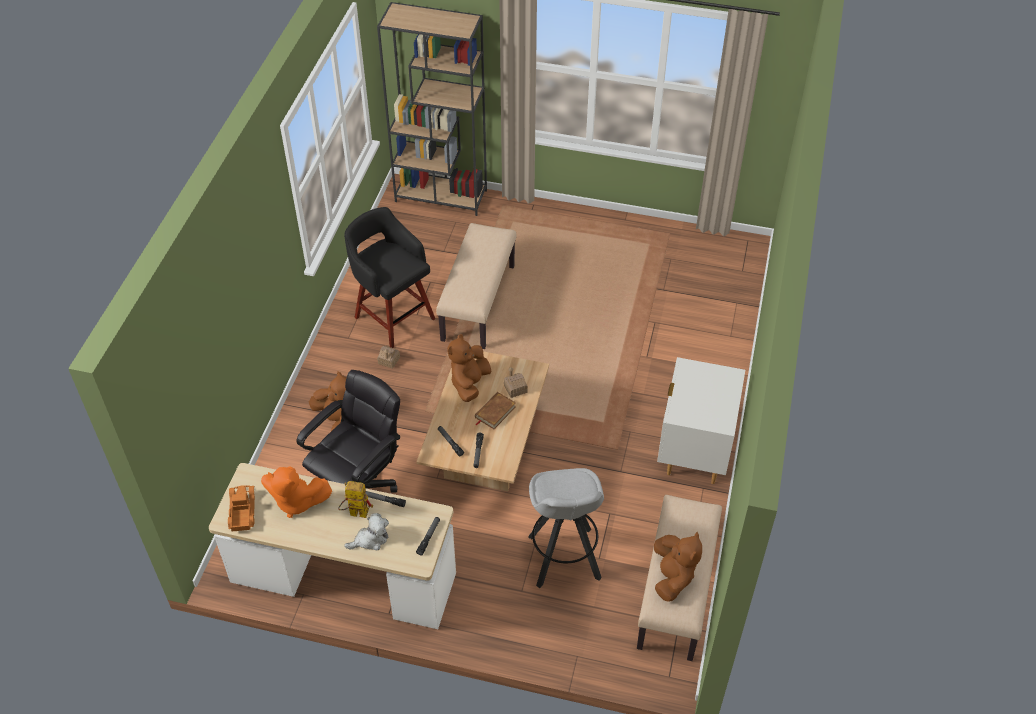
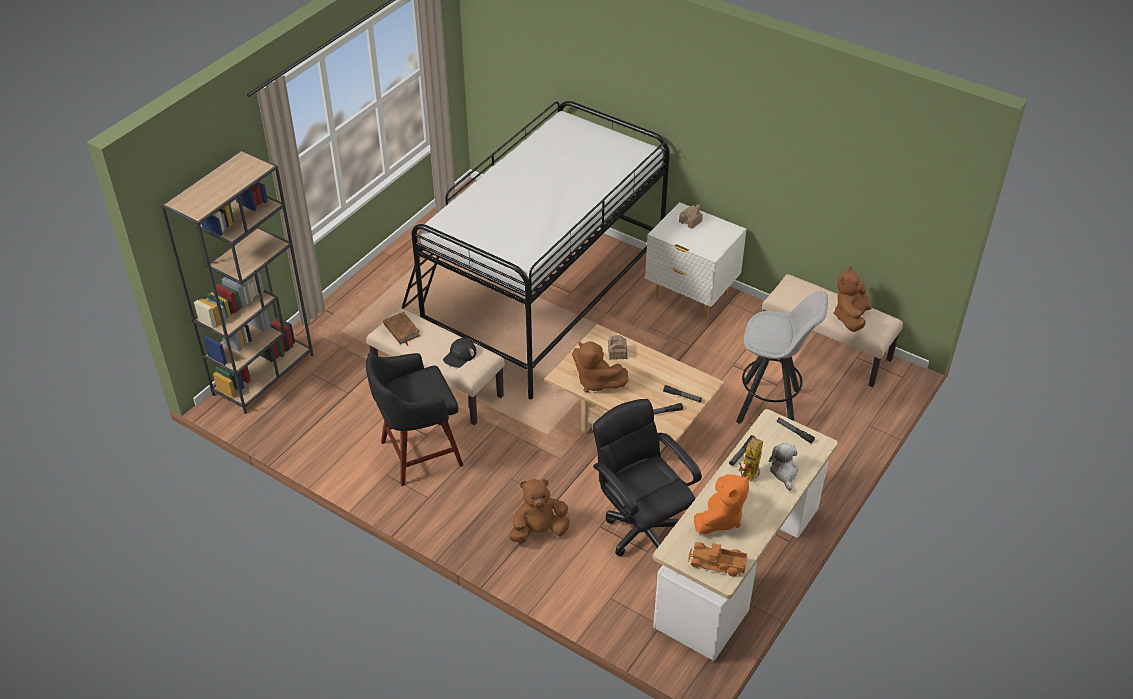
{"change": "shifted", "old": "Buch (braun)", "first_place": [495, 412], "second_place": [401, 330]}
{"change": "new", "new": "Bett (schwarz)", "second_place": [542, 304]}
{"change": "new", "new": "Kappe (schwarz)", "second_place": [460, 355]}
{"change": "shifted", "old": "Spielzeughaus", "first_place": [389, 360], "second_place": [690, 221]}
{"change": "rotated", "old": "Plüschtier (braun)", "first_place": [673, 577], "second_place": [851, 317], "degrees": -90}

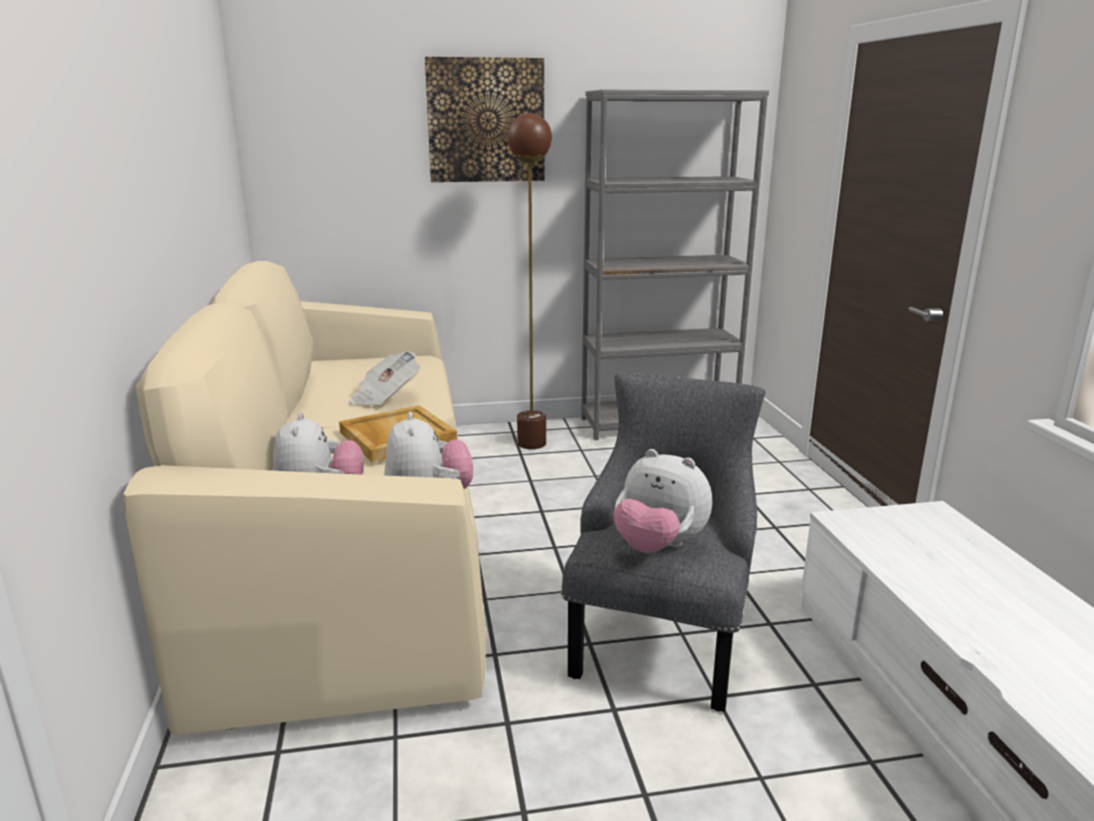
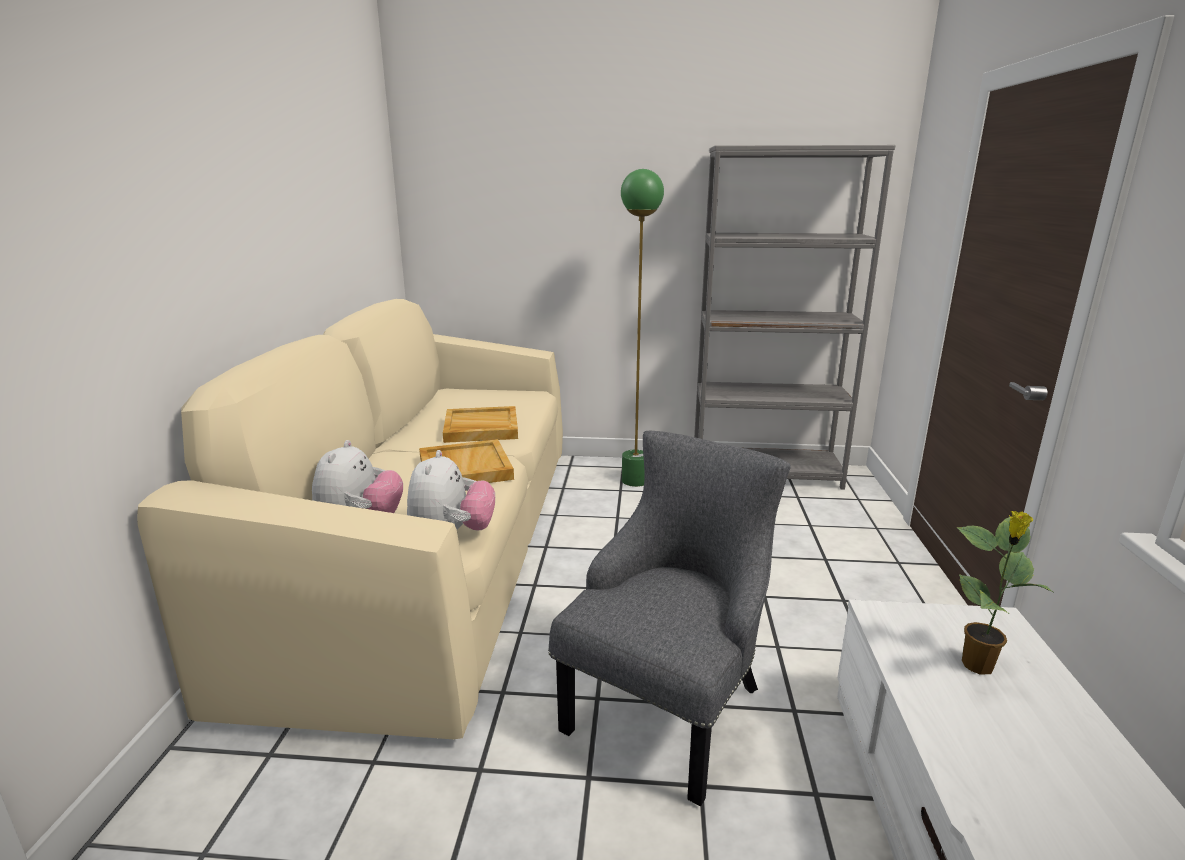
{"change": "swapped", "old": "Zeitung", "new": "Tablett (beige)", "first_place": [385, 397], "second_place": [480, 428]}
{"change": "repainted", "old": "Stehlampe (braun)", "new": "Stehlampe (grün)", "first_place": [532, 443], "second_place": [635, 481]}
{"change": "new", "new": "Topfpflanze", "second_place": [978, 666]}
{"change": "gone", "old": "Bild", "first_place": [486, 120]}
{"change": "gone", "old": "Plüschtier", "first_place": [658, 546]}

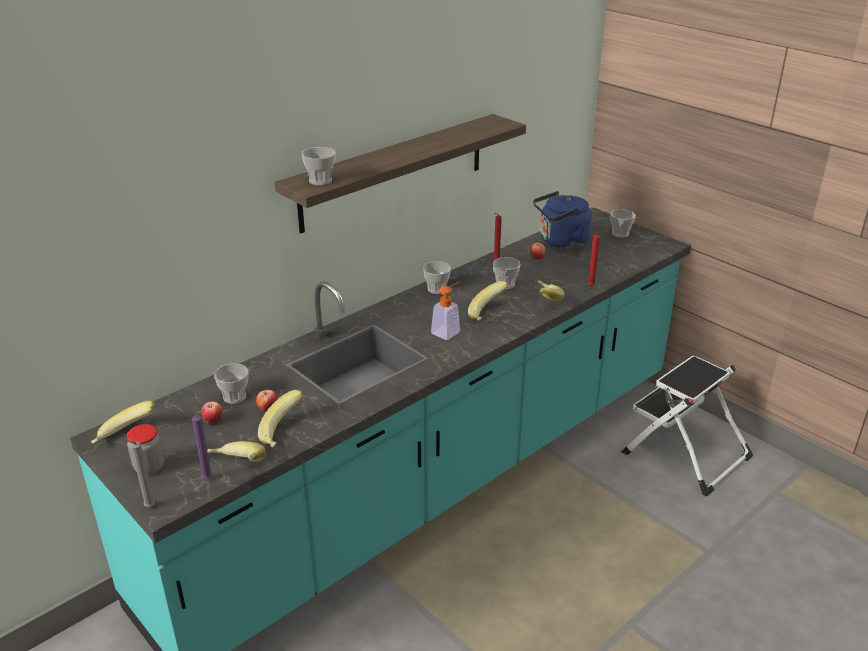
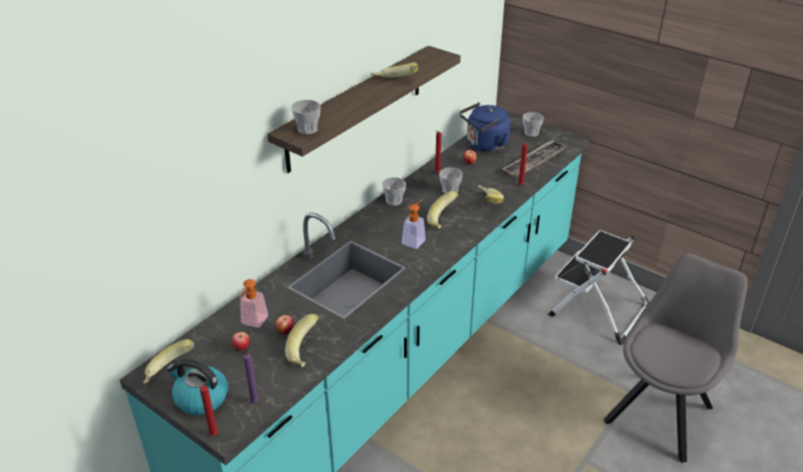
{"change": "swapped", "old": "Vorratsglas", "new": "Wasserkessel", "first_place": [149, 467], "second_place": [200, 398]}
{"change": "repainted", "old": "Kerze (grau)", "new": "Kerze (rot)", "first_place": [148, 507], "second_place": [212, 435]}
{"change": "swapped", "old": "Tasse", "new": "Seifenspender", "first_place": [234, 397], "second_place": [252, 323]}
{"change": "shifted", "old": "Banane", "first_place": [237, 466], "second_place": [394, 82]}
{"change": "new", "new": "Tablett", "second_place": [534, 163]}
{"change": "new", "new": "Stuhl (grau)", "second_place": [660, 414]}

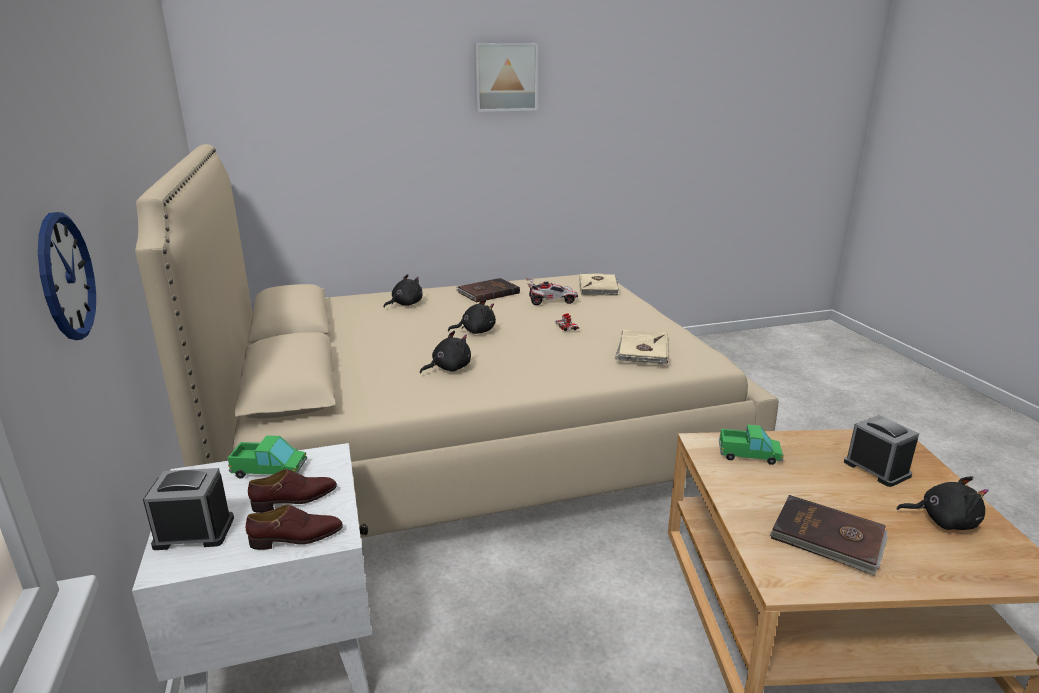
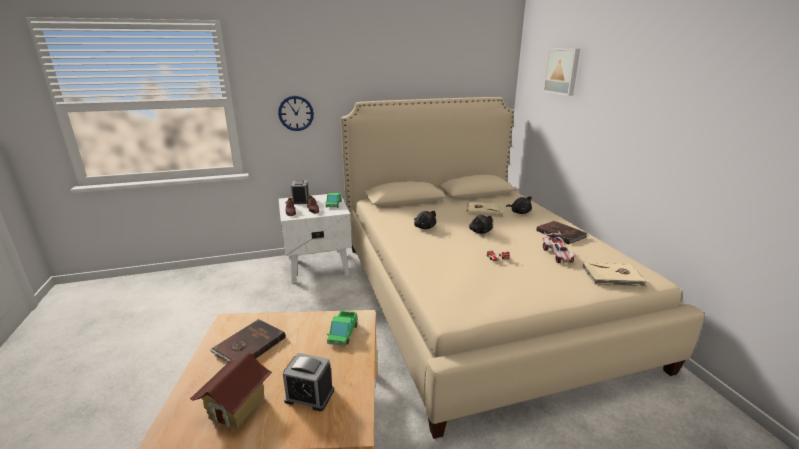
{"change": "swapped", "old": "Plüschtier (schwarz)", "new": "Spielzeughaus", "first_place": [943, 520], "second_place": [237, 408]}
{"change": "rotated", "old": "Wecker", "first_place": [876, 469], "second_place": [309, 395], "degrees": 45}
{"change": "shifted", "old": "Buch (beige)", "first_place": [642, 350], "second_place": [484, 211]}
{"change": "shifted", "old": "Bild", "first_place": [505, 77], "second_place": [562, 71]}

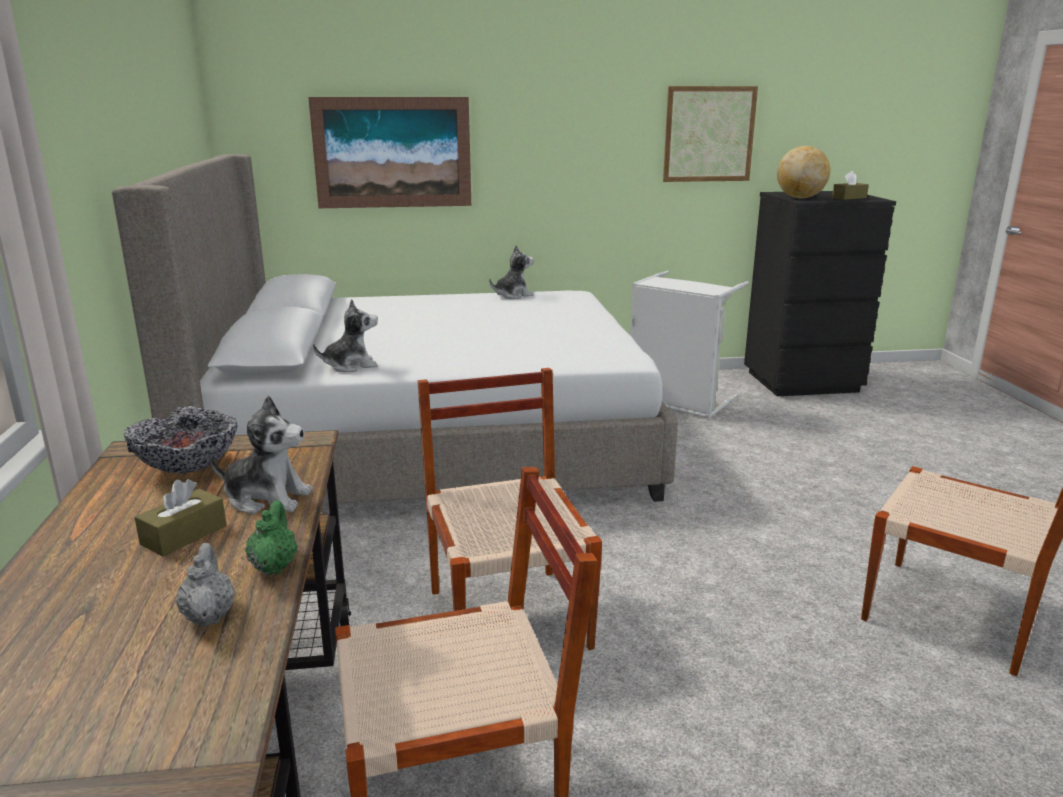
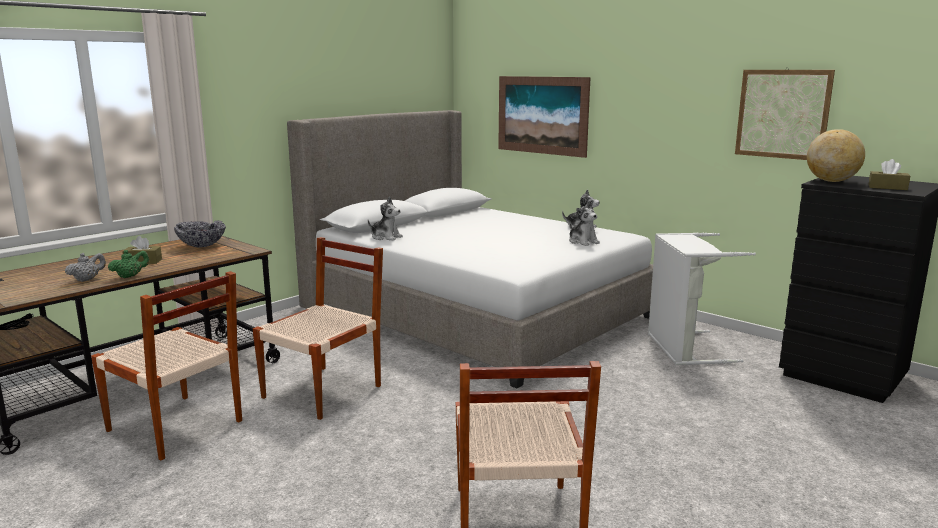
{"change": "shifted", "old": "Plüschtier", "first_place": [267, 498], "second_place": [583, 242]}

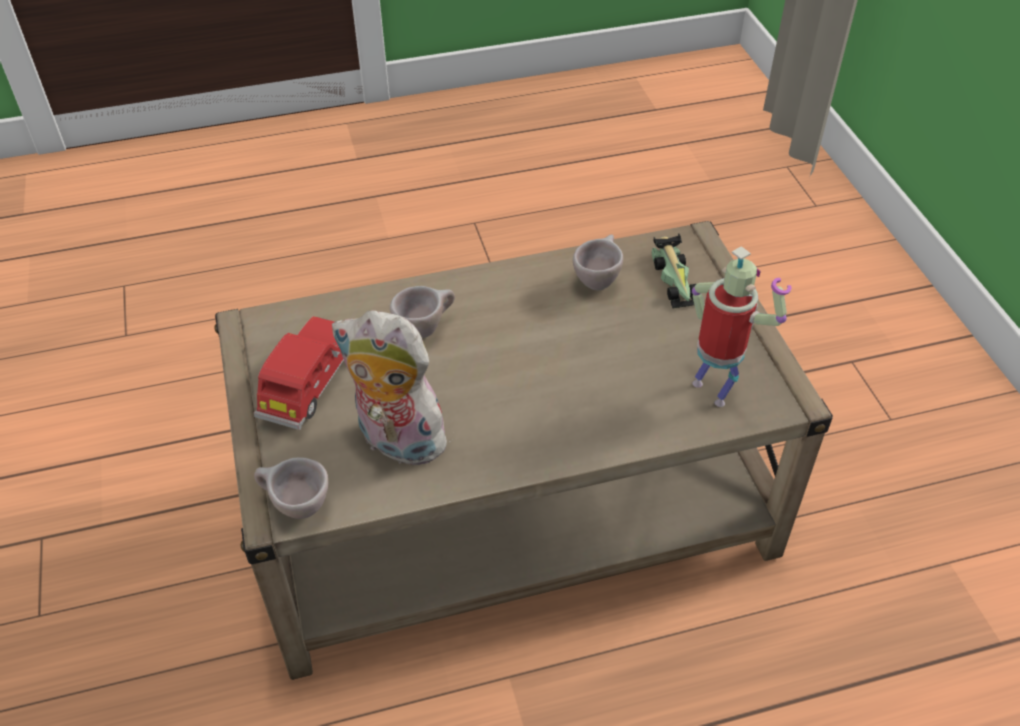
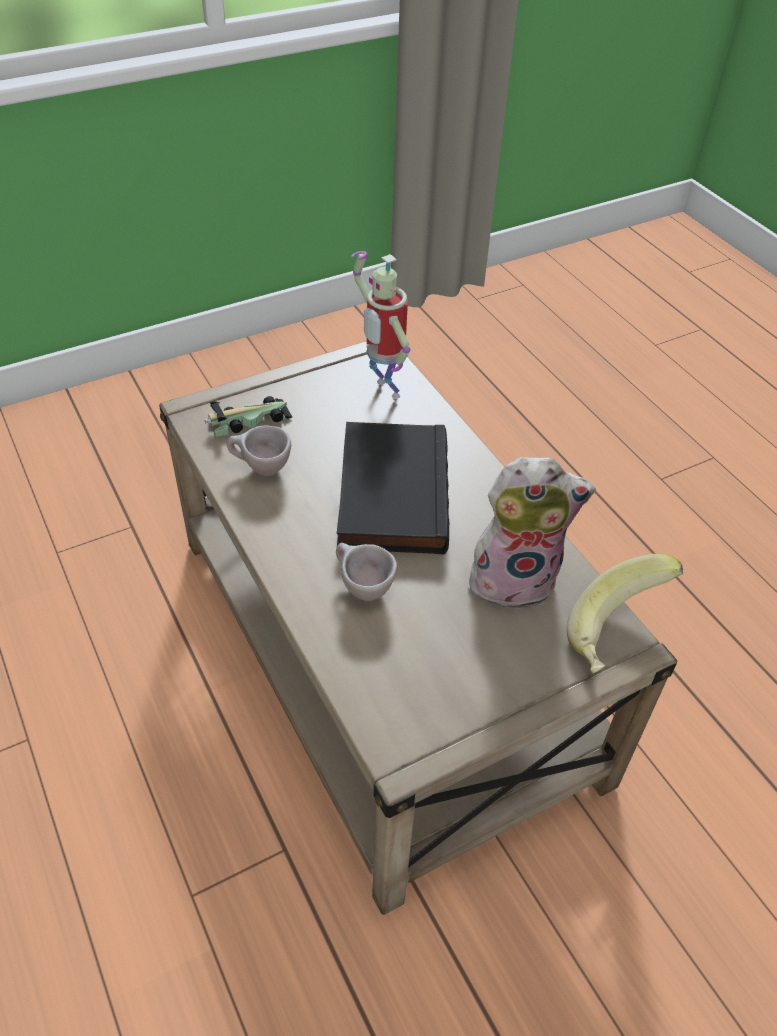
{"change": "new", "new": "Buch (schwarz)", "second_place": [389, 492]}
{"change": "rotated", "old": "Spielzeugroboter", "first_place": [714, 390], "second_place": [383, 390], "degrees": -75}
{"change": "rotated", "old": "Plüschtier", "first_place": [396, 442], "second_place": [514, 578], "degrees": -105}
{"change": "swapped", "old": "Tasse (beige)", "new": "Banane", "first_place": [294, 506], "second_place": [618, 634]}
{"change": "gone", "old": "Spielzeugauto (rot)", "first_place": [310, 383]}

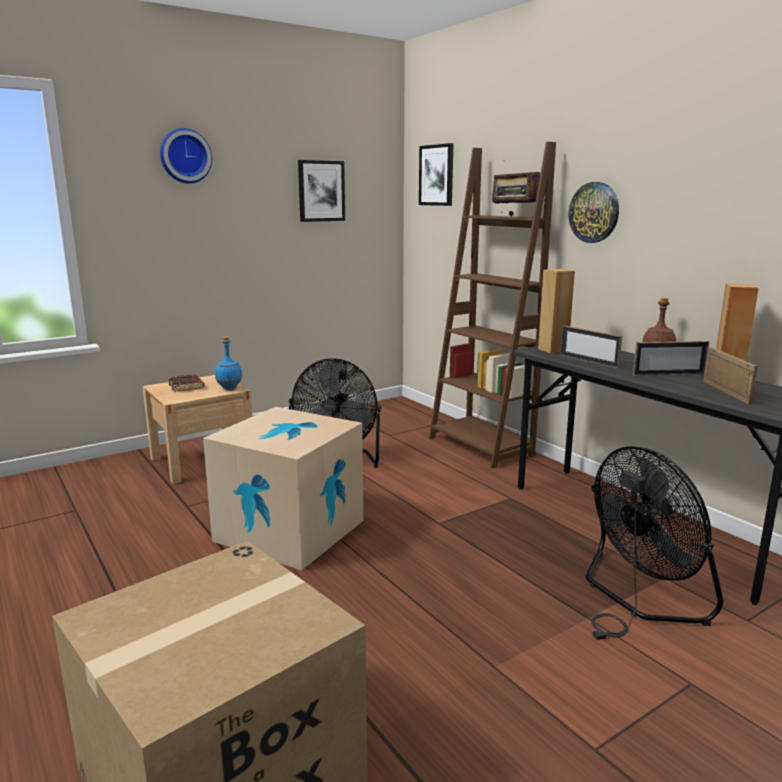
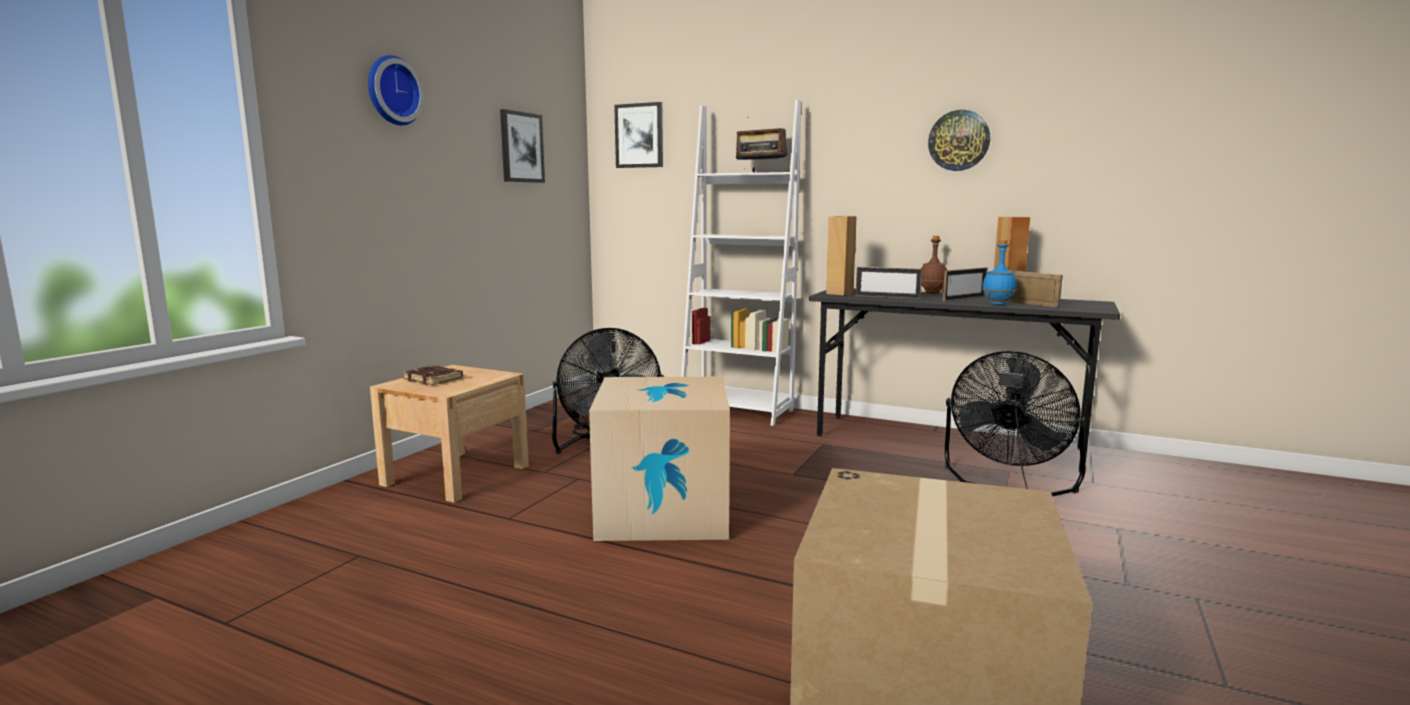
{"change": "repainted", "old": "Bücherregal (braun)", "new": "Bücherregal (weiß)", "first_place": [480, 446], "second_place": [736, 411]}
{"change": "shifted", "old": "Wanduhr", "first_place": [594, 212], "second_place": [959, 140]}
{"change": "shifted", "old": "Flasche (blau)", "first_place": [230, 389], "second_place": [998, 304]}

